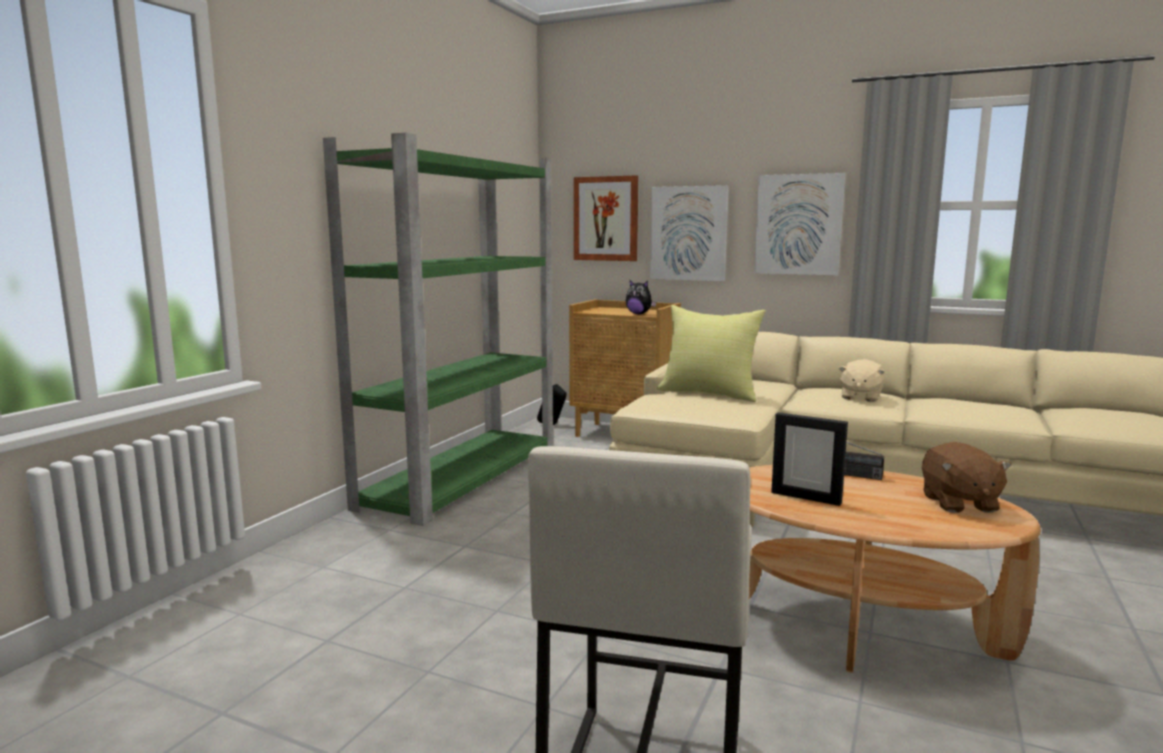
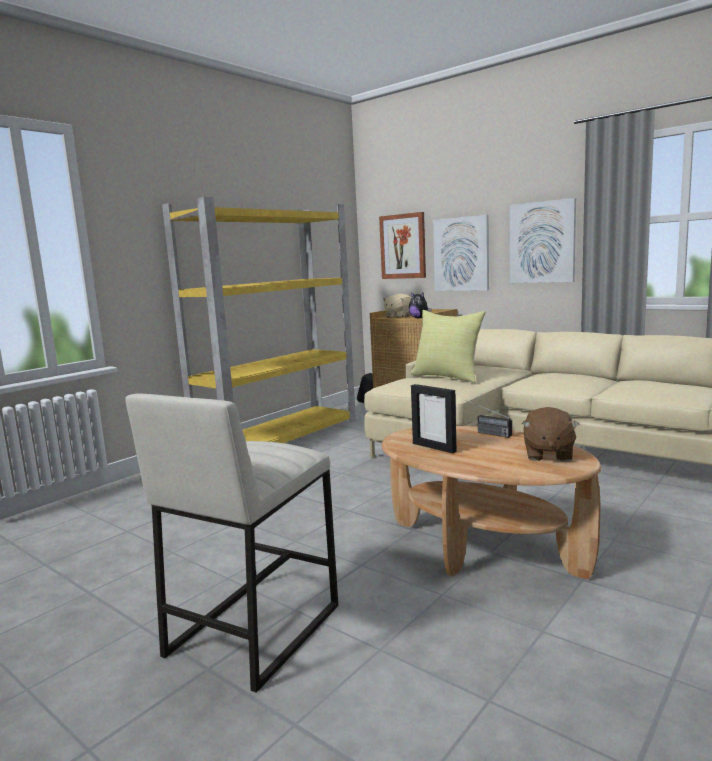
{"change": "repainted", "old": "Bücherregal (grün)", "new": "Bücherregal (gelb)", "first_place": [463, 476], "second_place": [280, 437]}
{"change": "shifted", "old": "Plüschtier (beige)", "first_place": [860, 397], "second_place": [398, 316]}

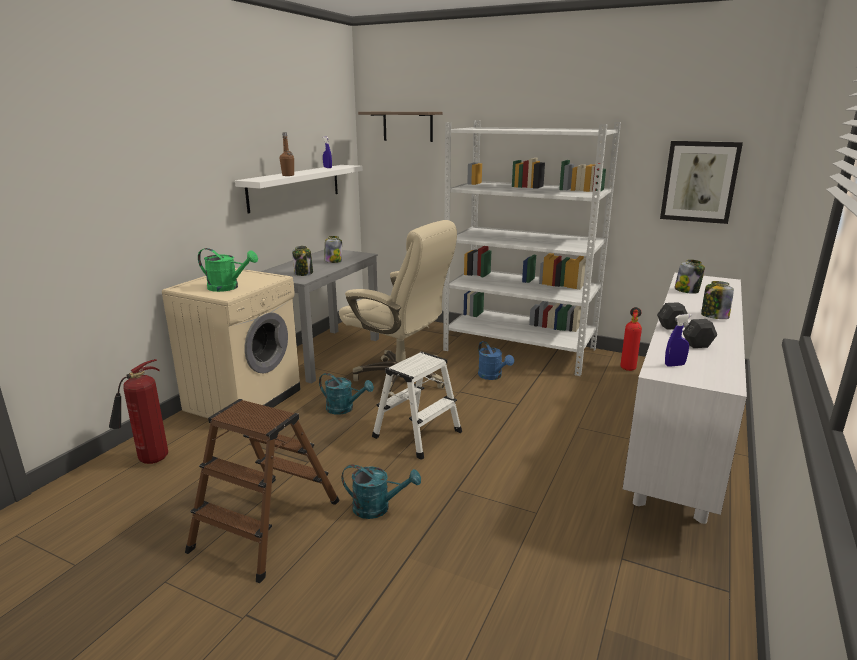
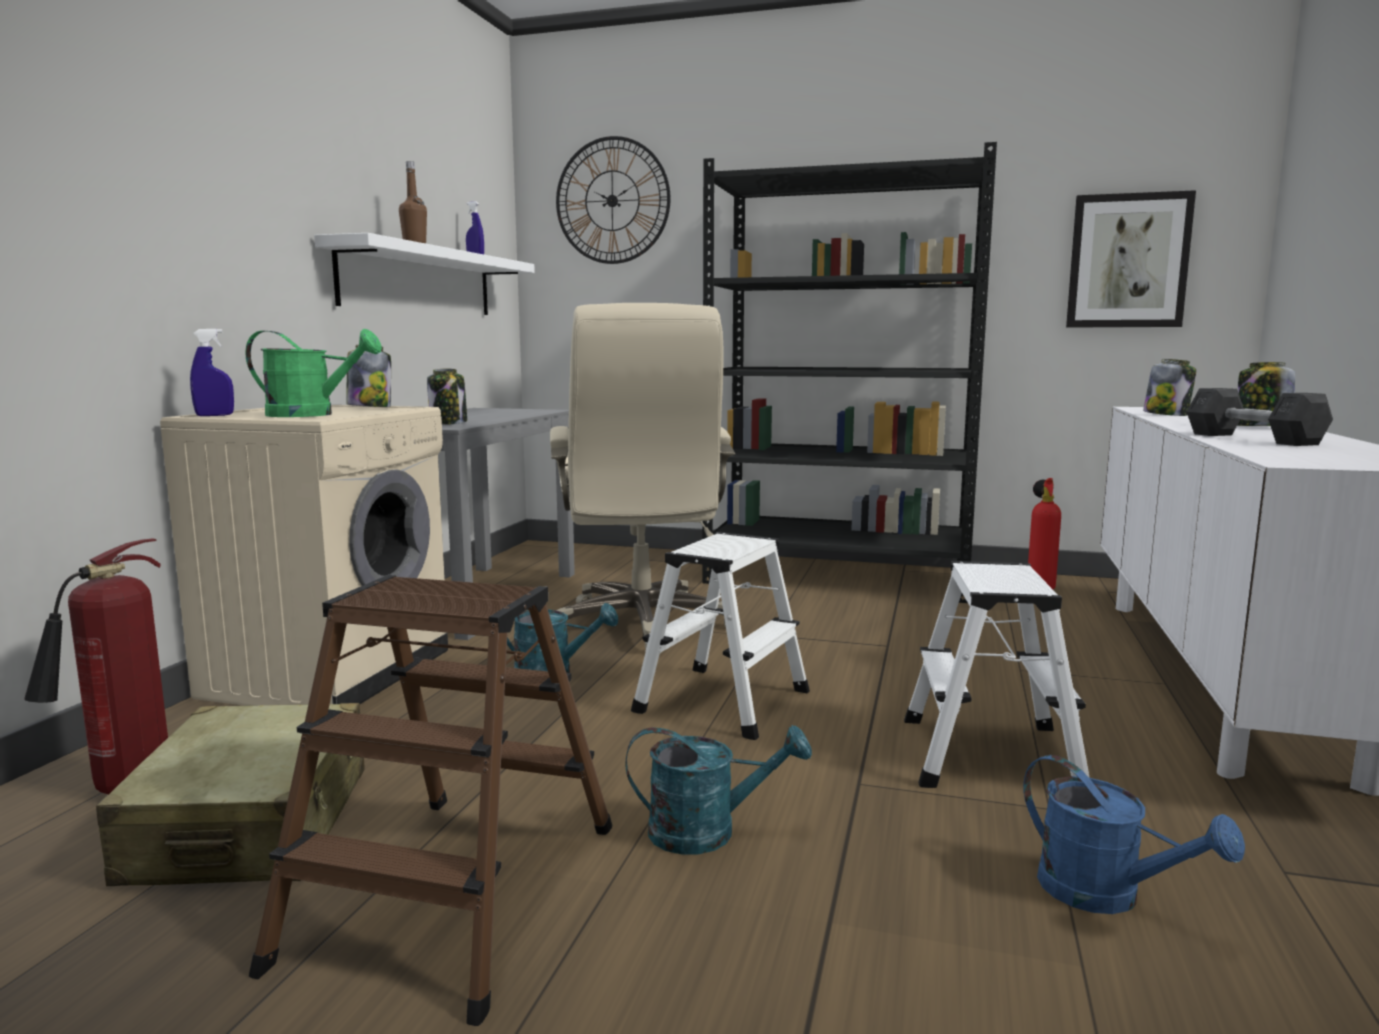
{"change": "new", "new": "Koffer (beige)", "second_place": [252, 825]}
{"change": "shifted", "old": "Sprühflasche (blau)", "first_place": [674, 365], "second_place": [214, 415]}
{"change": "shifted", "old": "Vorratsglas", "first_place": [333, 261], "second_place": [369, 407]}
{"change": "rotated", "old": "Bürostuhl (beige)", "first_place": [399, 377], "second_place": [640, 622], "degrees": 60}
{"change": "swapped", "old": "Wandregal", "new": "Wanduhr", "first_place": [407, 126], "second_place": [612, 201]}
{"change": "repainted", "old": "Bücherregal (weiß)", "new": "Bücherregal (schwarz)", "first_place": [519, 349], "second_place": [838, 576]}
{"change": "new", "new": "Trittleiter (weiß)", "second_place": [990, 755]}
{"change": "shifted", "old": "Gießkanne (blau)", "first_place": [492, 376], "second_place": [1106, 895]}

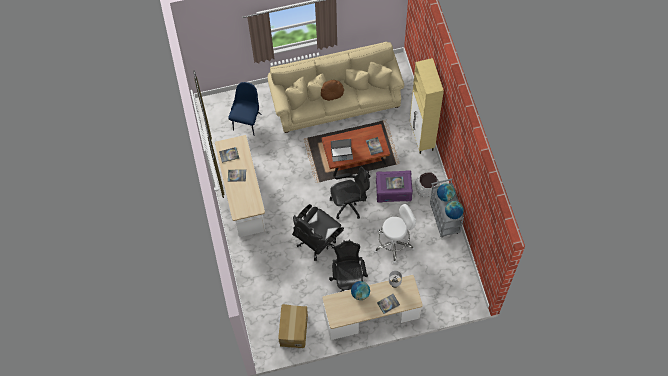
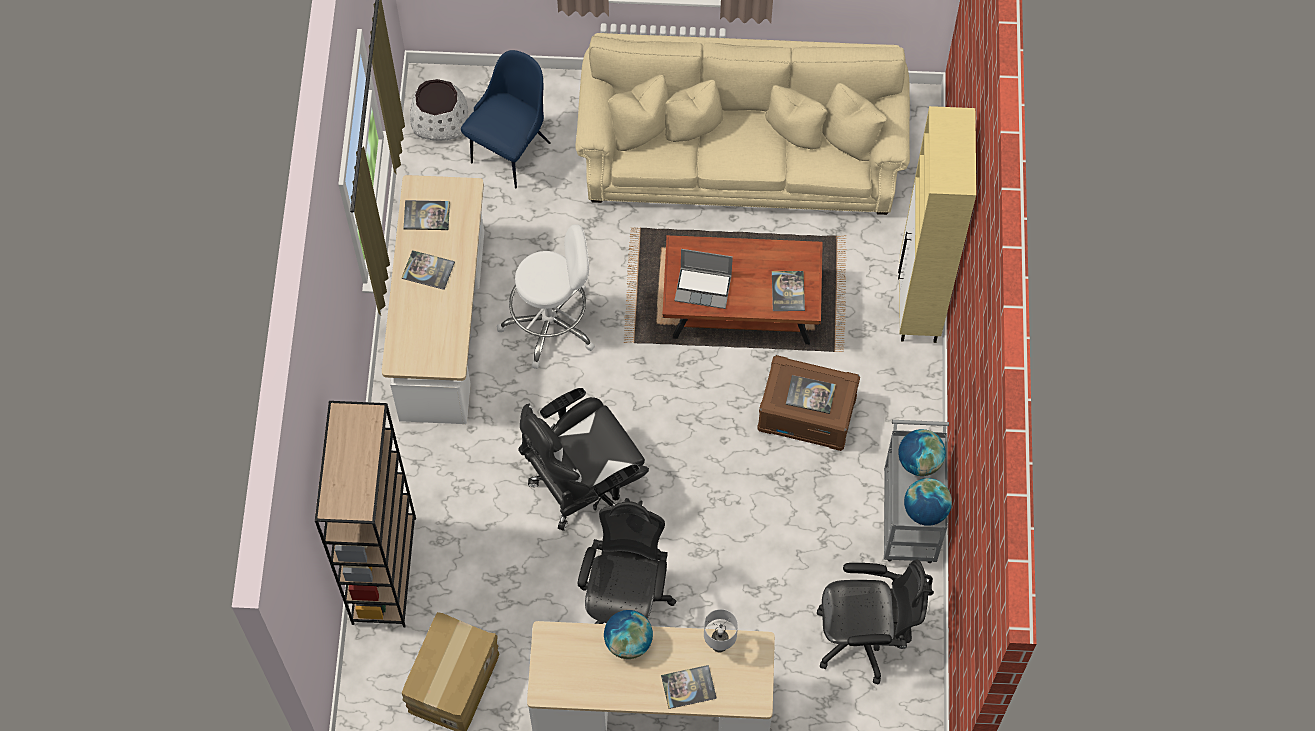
{"change": "new", "new": "Bücherregal (beige)", "second_place": [383, 570]}
{"change": "shifted", "old": "Pflanzkübel (weiß)", "first_place": [427, 187], "second_place": [439, 119]}
{"change": "shifted", "old": "Hocker (weiß)", "first_place": [394, 243], "second_place": [551, 323]}
{"change": "repainted", "old": "Aufbewahrungsbox (lila)", "new": "Aufbewahrungsbox (braun)", "first_place": [393, 190], "second_place": [807, 413]}
{"change": "shifted", "old": "Bürostuhl", "first_place": [350, 203], "second_place": [865, 637]}
{"change": "gone", "old": "Kissen (braun)", "first_place": [332, 95]}

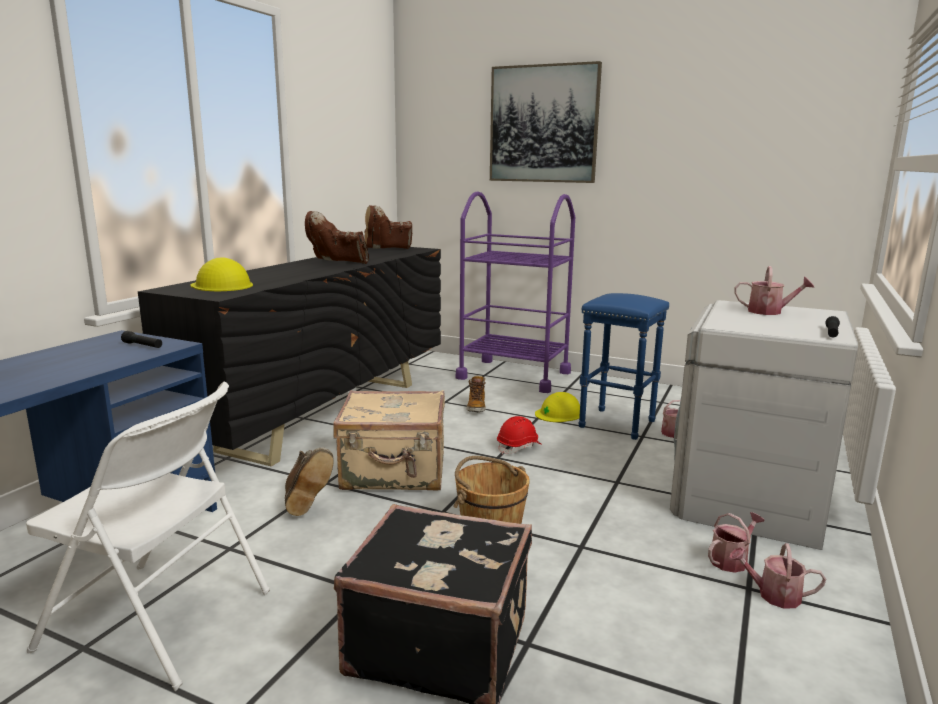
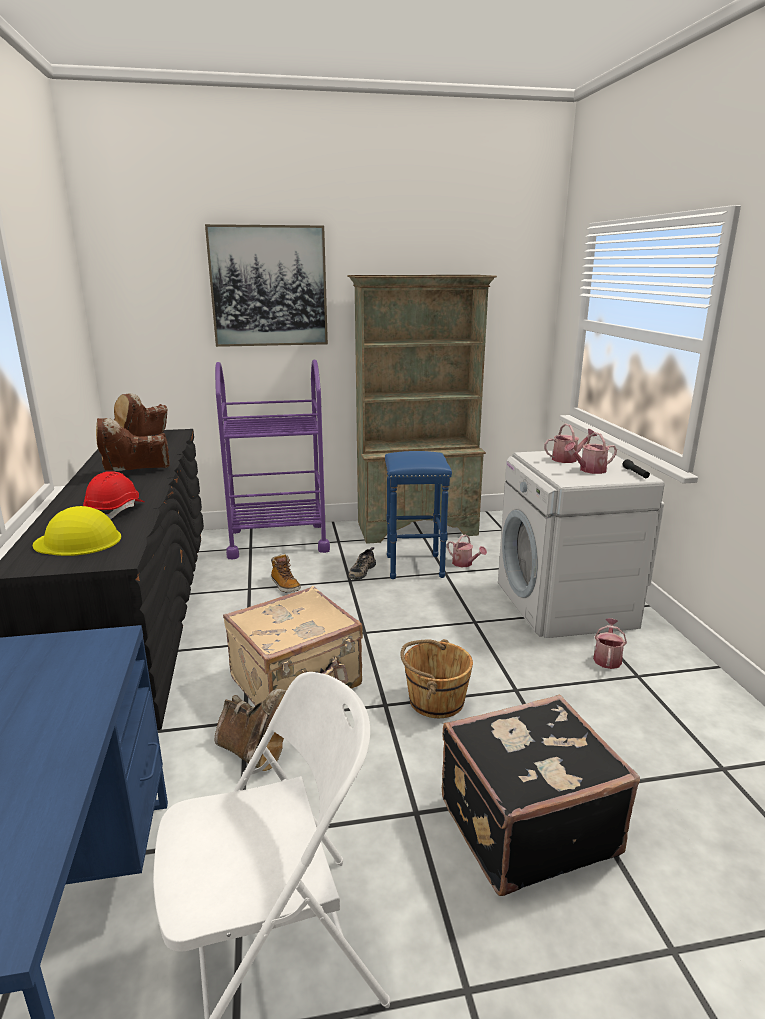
{"change": "shifted", "old": "Schutzhelm (rot)", "first_place": [519, 447], "second_place": [116, 511]}
{"change": "new", "new": "Bücherregal (grün)", "second_place": [417, 528]}
{"change": "swapped", "old": "Schutzhelm (gelb)", "new": "Schuh", "first_place": [559, 413], "second_place": [361, 570]}
{"change": "shifted", "old": "Gießkanne", "first_place": [773, 595], "second_place": [589, 470]}
{"change": "gone", "old": "Taschenlampe (schwarz)", "first_place": [143, 346]}

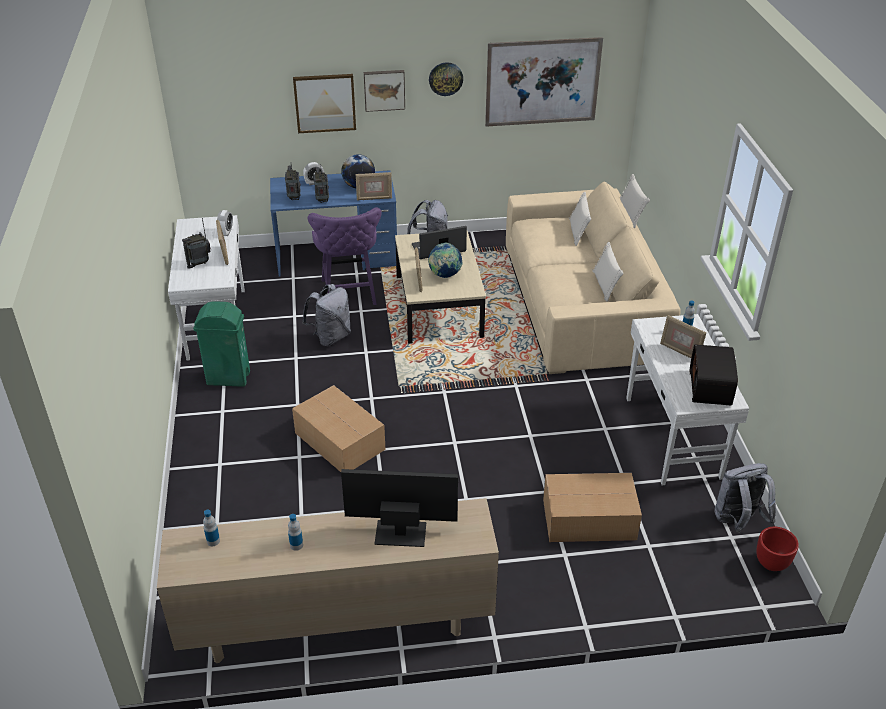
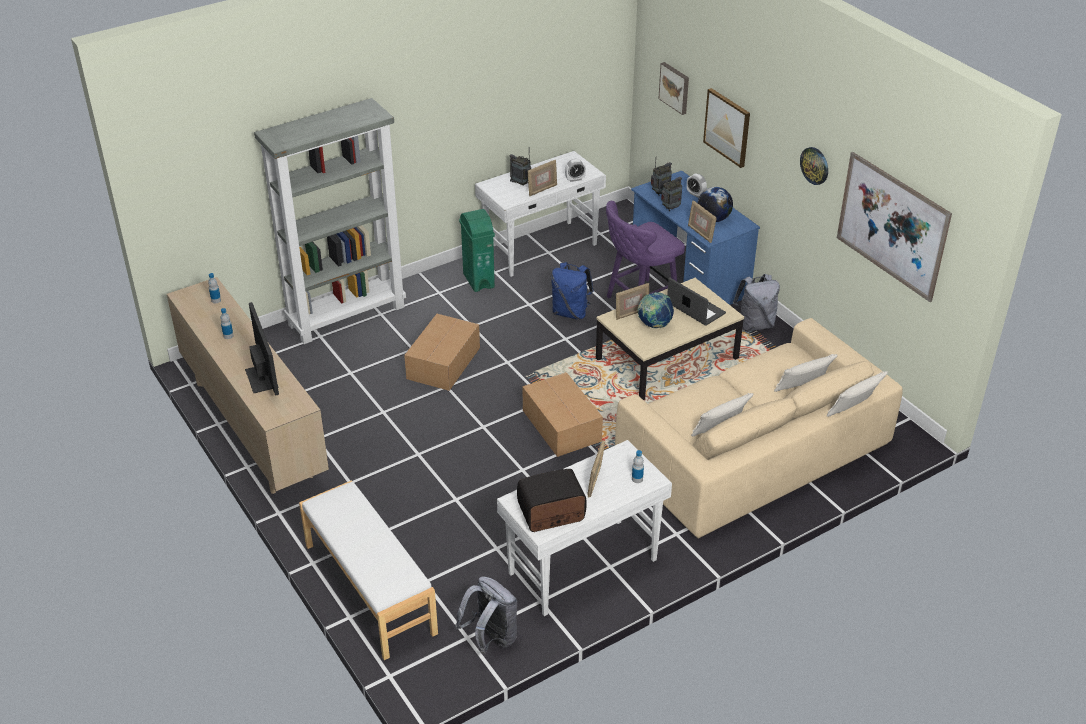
{"change": "new", "new": "Bücherregal (grau)", "second_place": [347, 315]}
{"change": "new", "new": "Bank (weiß)", "second_place": [369, 589]}
{"change": "shifted", "old": "Karton", "first_place": [590, 519], "second_place": [561, 426]}
{"change": "repainted", "old": "Rucksack (grau)", "new": "Rucksack (blau)", "first_place": [330, 337], "second_place": [571, 312]}
{"change": "shifted", "old": "Bild", "first_place": [384, 89], "second_place": [675, 87]}
{"change": "gone", "old": "Pflanzkübel (rot)", "first_place": [771, 563]}

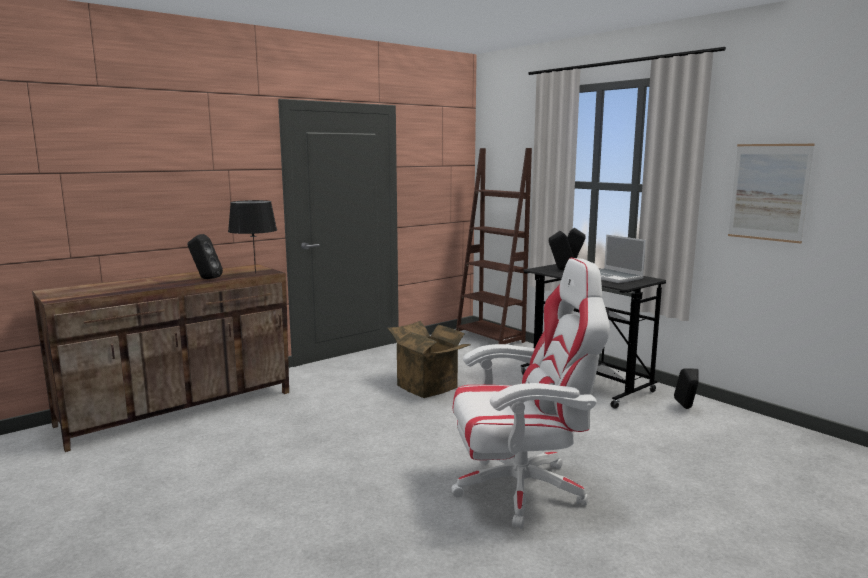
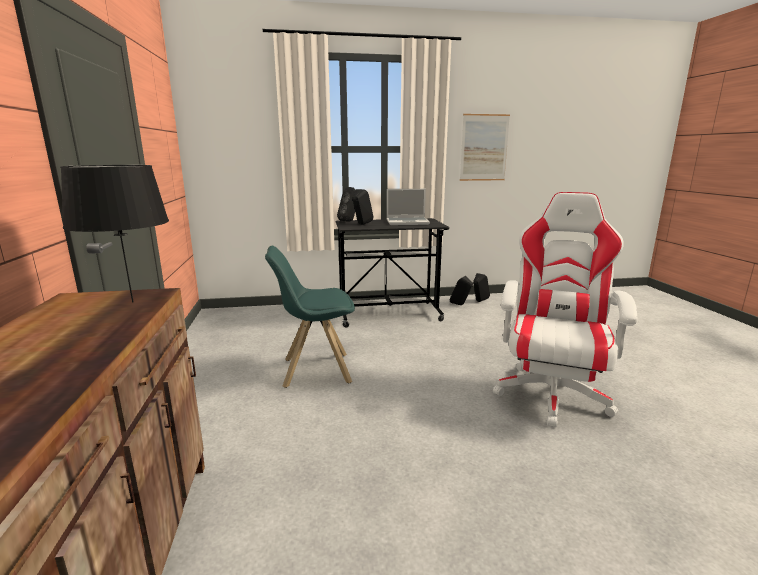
{"change": "swapped", "old": "Karton", "new": "Stuhl (türkis)", "first_place": [430, 386], "second_place": [316, 370]}
{"change": "shifted", "old": "Lautsprecher (schwarz)", "first_place": [205, 278], "second_place": [479, 301]}
{"change": "gone", "old": "Bücherregal (braun)", "first_place": [490, 338]}

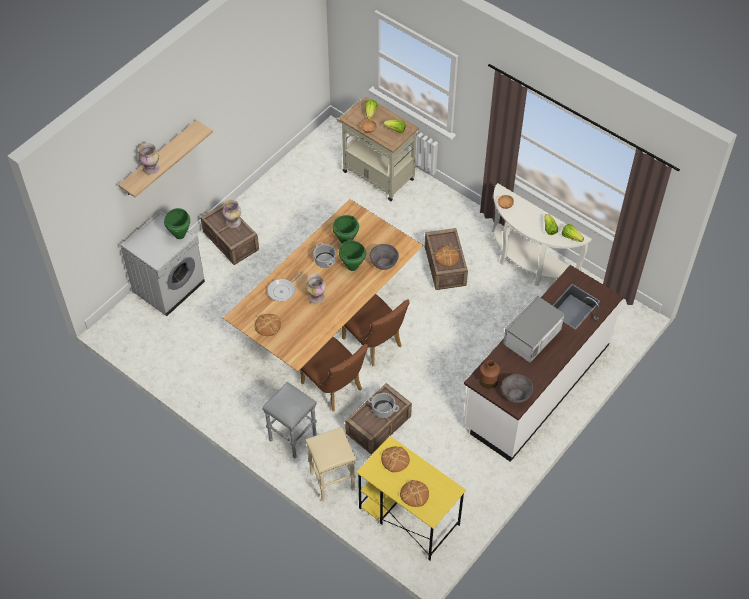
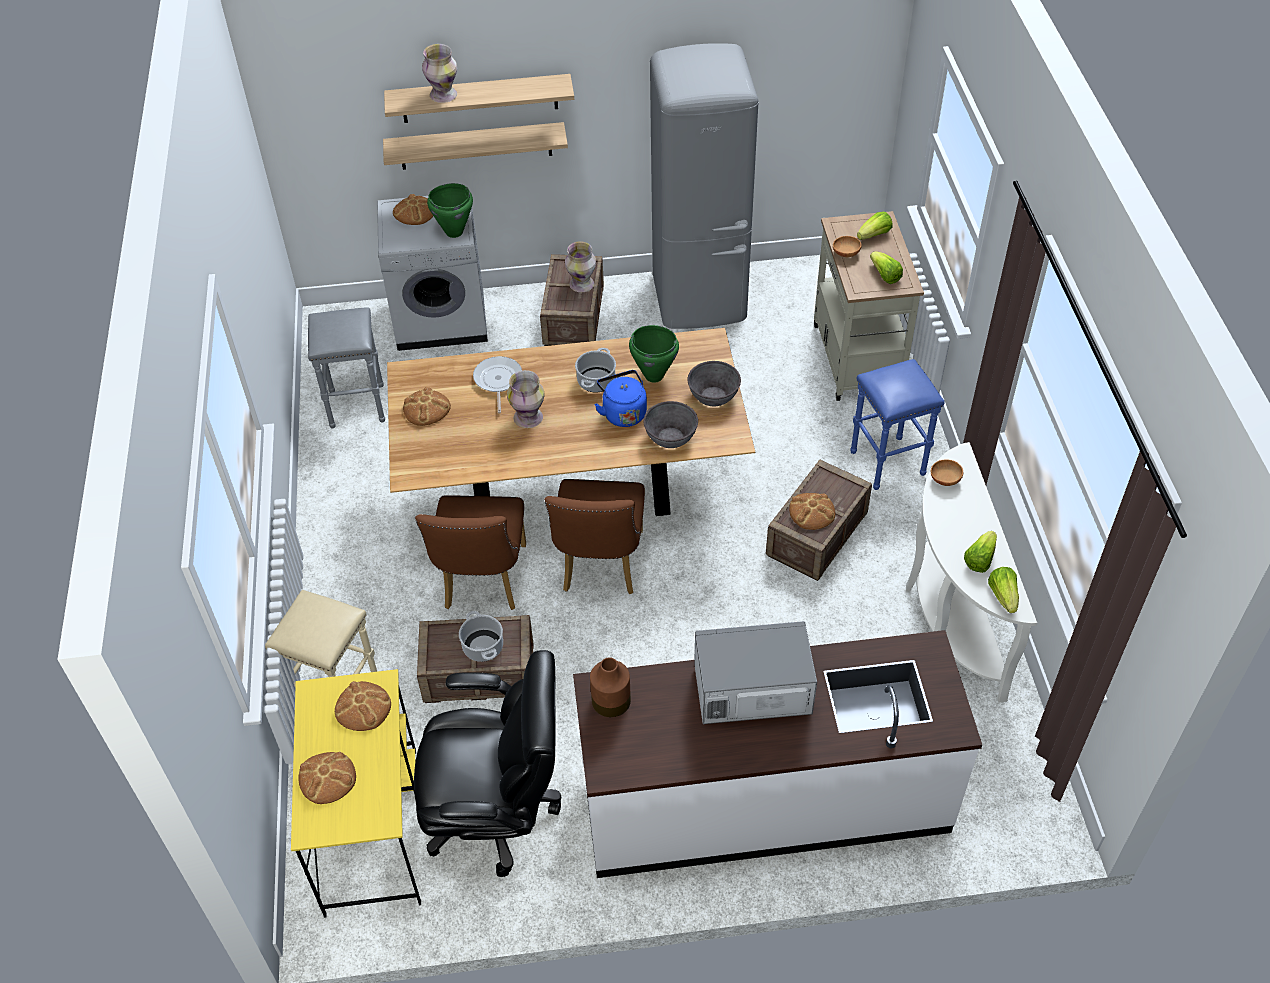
{"change": "shifted", "old": "Hocker (grau)", "first_place": [291, 437], "second_place": [355, 405]}
{"change": "new", "new": "Wandregal", "second_place": [475, 146]}
{"change": "new", "new": "Brot", "second_place": [414, 212]}
{"change": "new", "new": "Bürostuhl (schwarz)", "second_place": [498, 815]}
{"change": "rotated", "old": "Pfanne", "first_place": [283, 290], "second_place": [498, 381], "degrees": 90}
{"change": "swapped", "old": "Kochtopf (grün)", "new": "Wasserkessel (blau)", "first_place": [352, 266], "second_place": [623, 412]}
{"change": "new", "new": "Kühlschrank (grau)", "second_place": [701, 300]}
{"change": "shifted", "old": "Schüssel (grau)", "first_place": [516, 394], "second_place": [713, 396]}
{"change": "new", "new": "Hocker (blau)", "second_place": [885, 462]}

